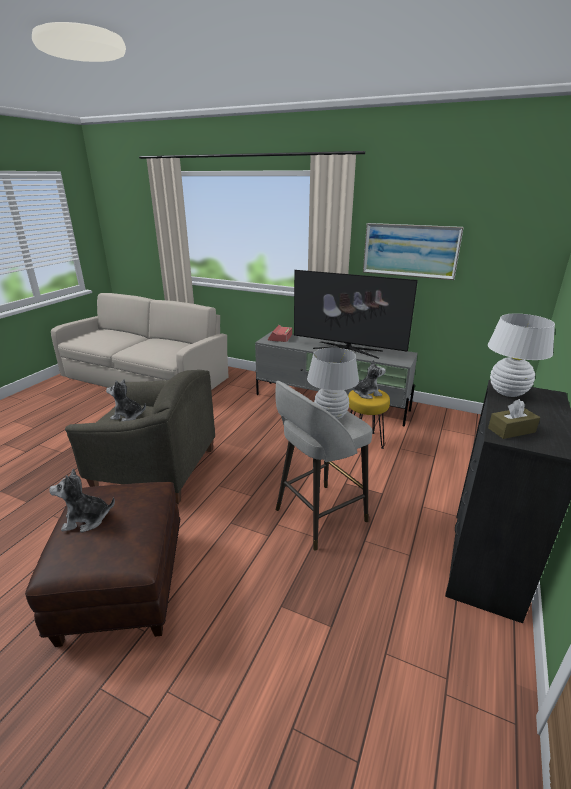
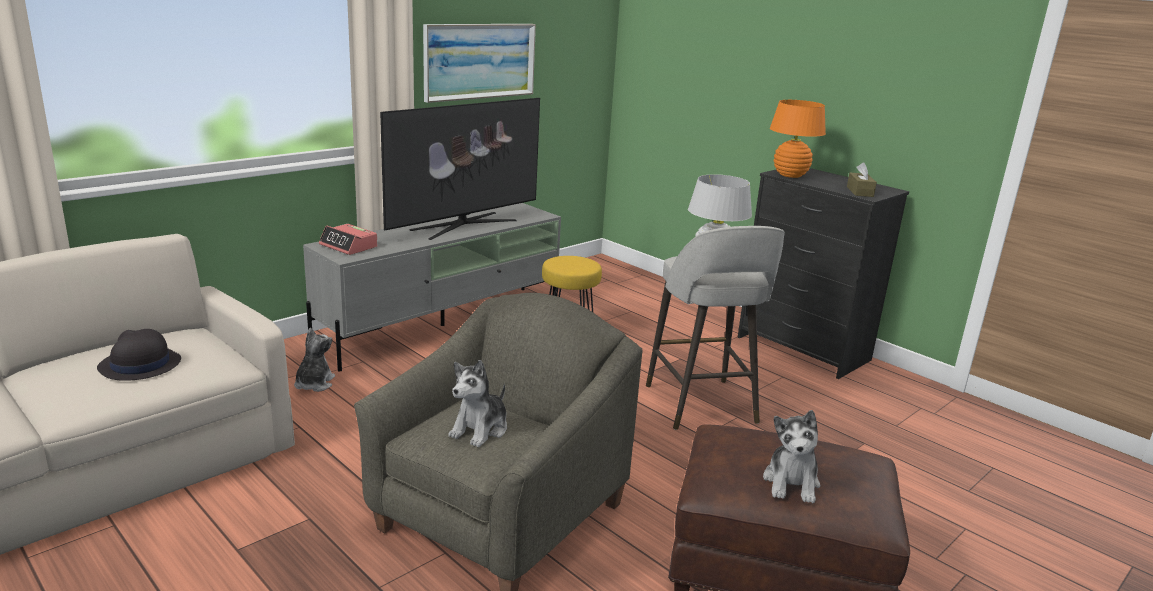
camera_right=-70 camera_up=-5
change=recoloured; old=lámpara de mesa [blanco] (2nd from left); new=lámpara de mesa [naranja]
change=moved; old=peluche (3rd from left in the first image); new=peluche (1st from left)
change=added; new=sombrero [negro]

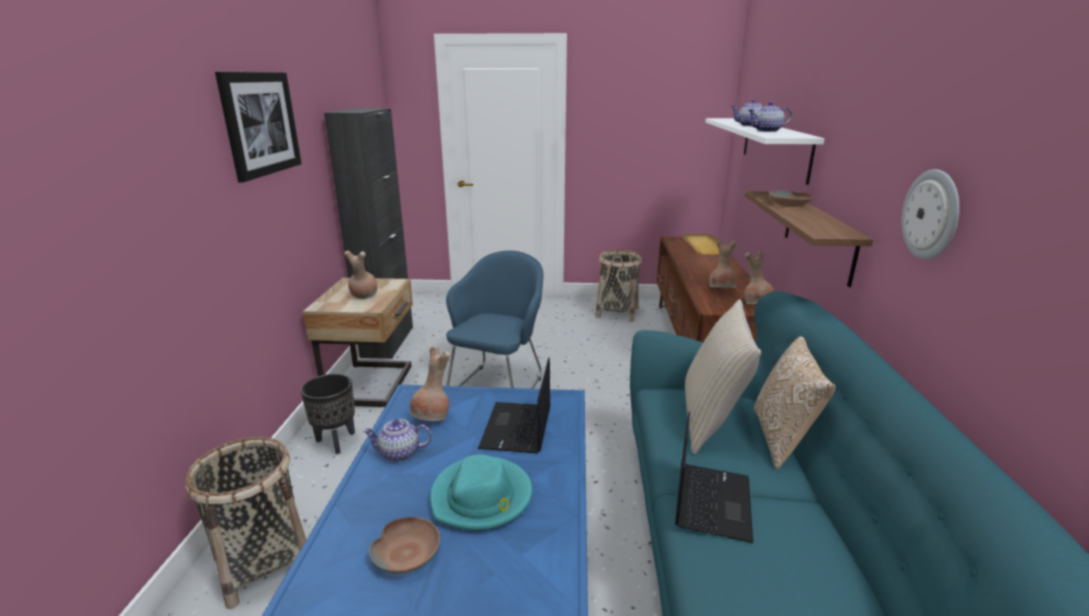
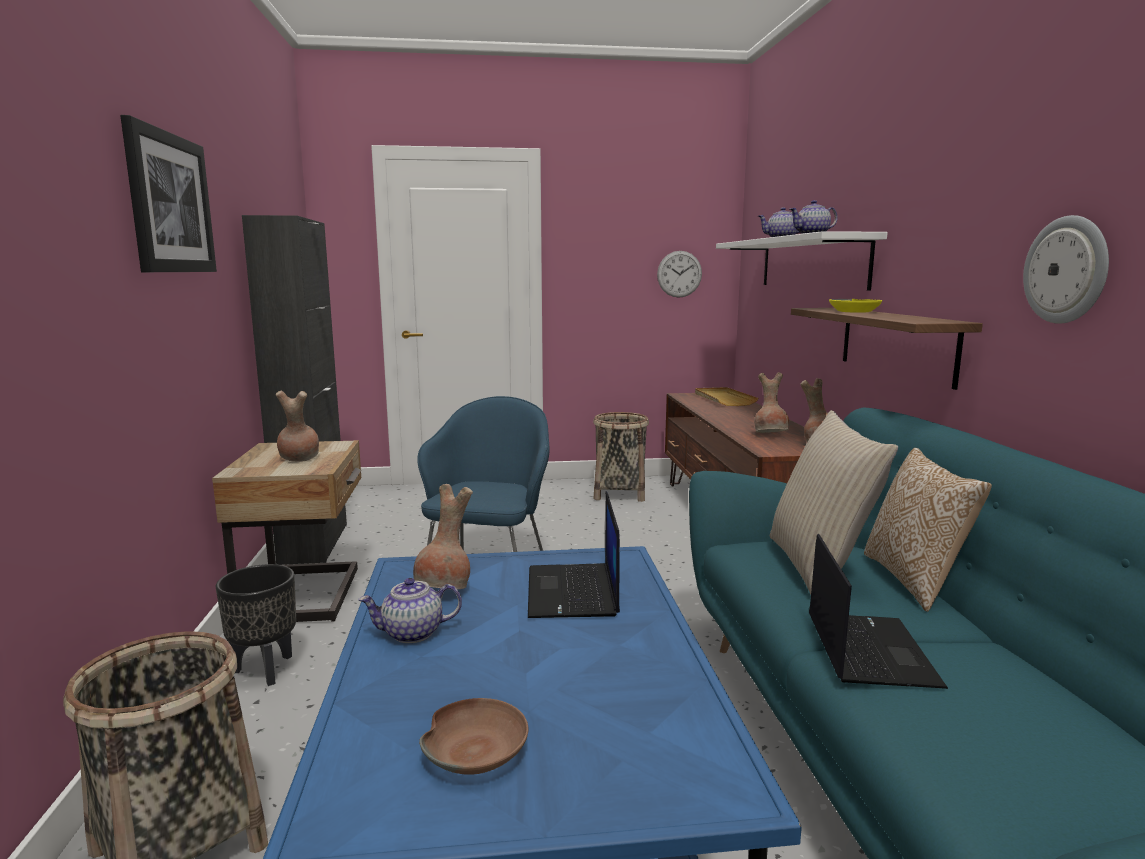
camera_right=-10 camera_up=-10
change=recoloured; old=cuenco [marrón] (2nd from left); new=cuenco [amarillo]
change=removed; old=sombrero [turquesa]
change=added; new=reloj de pared (1st from left)

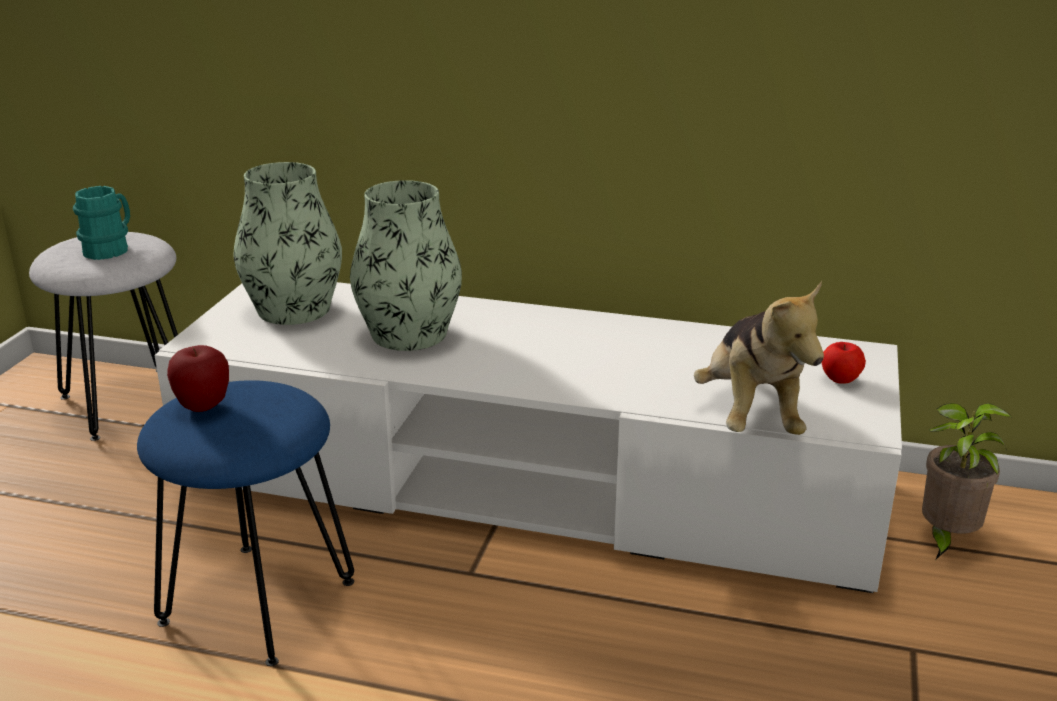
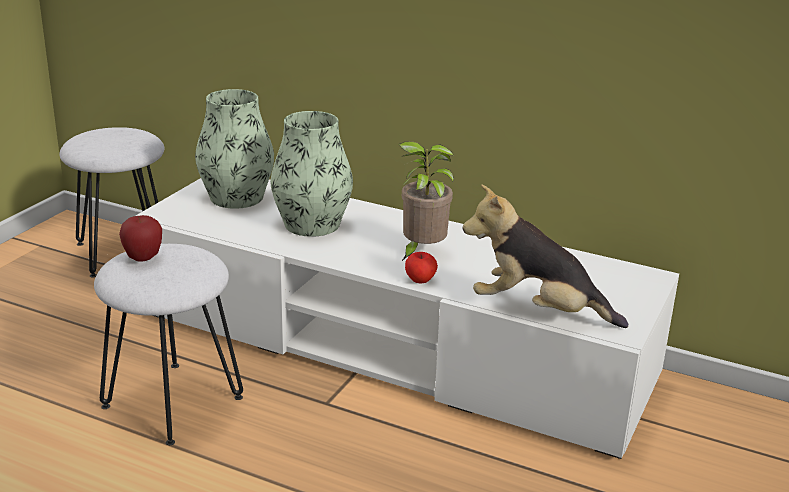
camera_right=10 camera_up=0
change=removed; old=taza grande [turquesa]
change=turned; old=peluche; degrees=105
change=moved; old=manzana (2nd from left)
change=recoloured; old=taburete [azul]; new=taburete [blanco] (2nd from left)
change=moved; old=planta en maceta

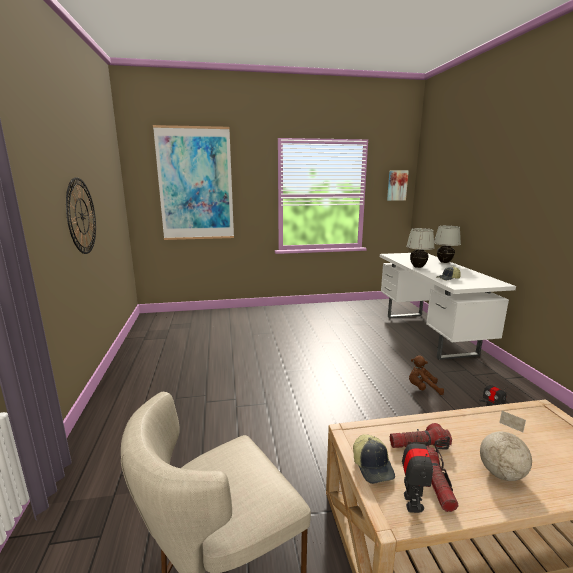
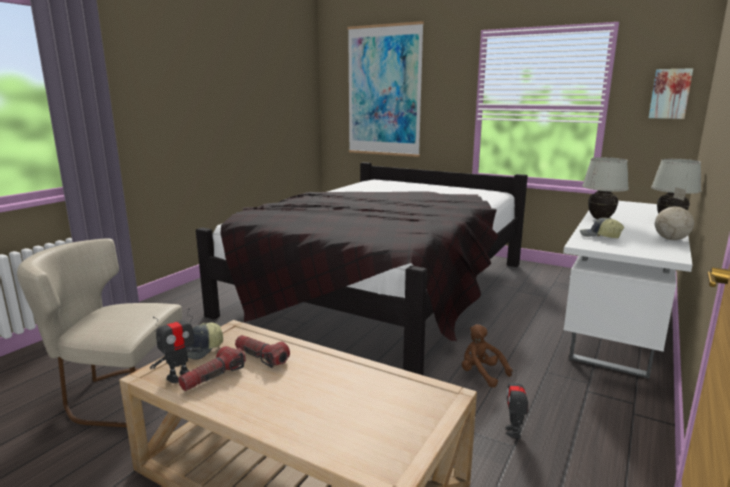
camera_right=40 camera_up=0
change=removed; old=reloj de pared
change=moved; old=globo terráqueo
change=added; new=cama [negro]

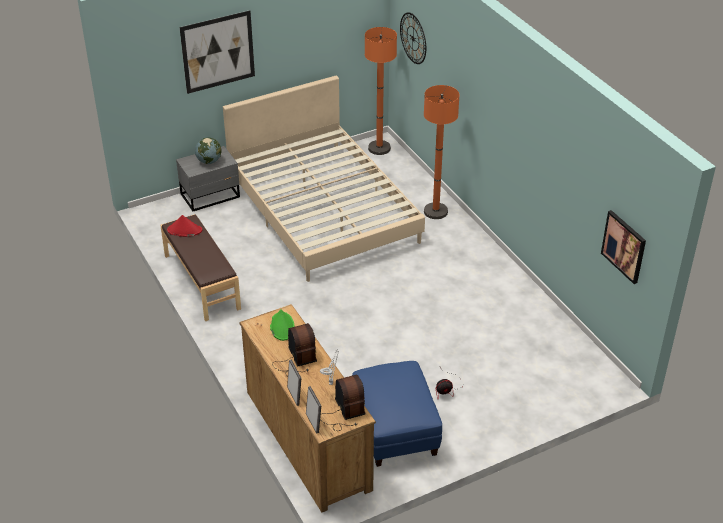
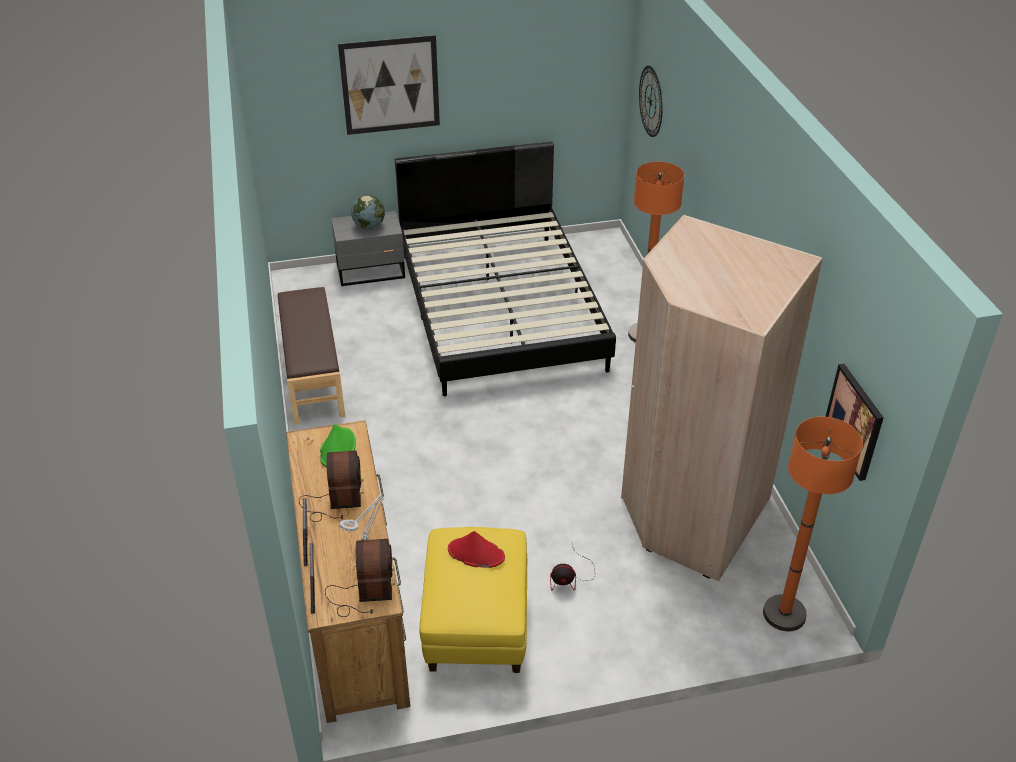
camera_right=15 camera_up=0
change=moved; old=lámpara de pie [naranja] (1st from left in the first image); new=lámpara de pie [naranja] (2nd from left)
change=recoloured; old=cama [beis]; new=cama [negro]
change=moved; old=sombrero [rojo]
change=recoloured; old=puf [azul]; new=puf [amarillo]
change=added; new=armario ropero [beis]

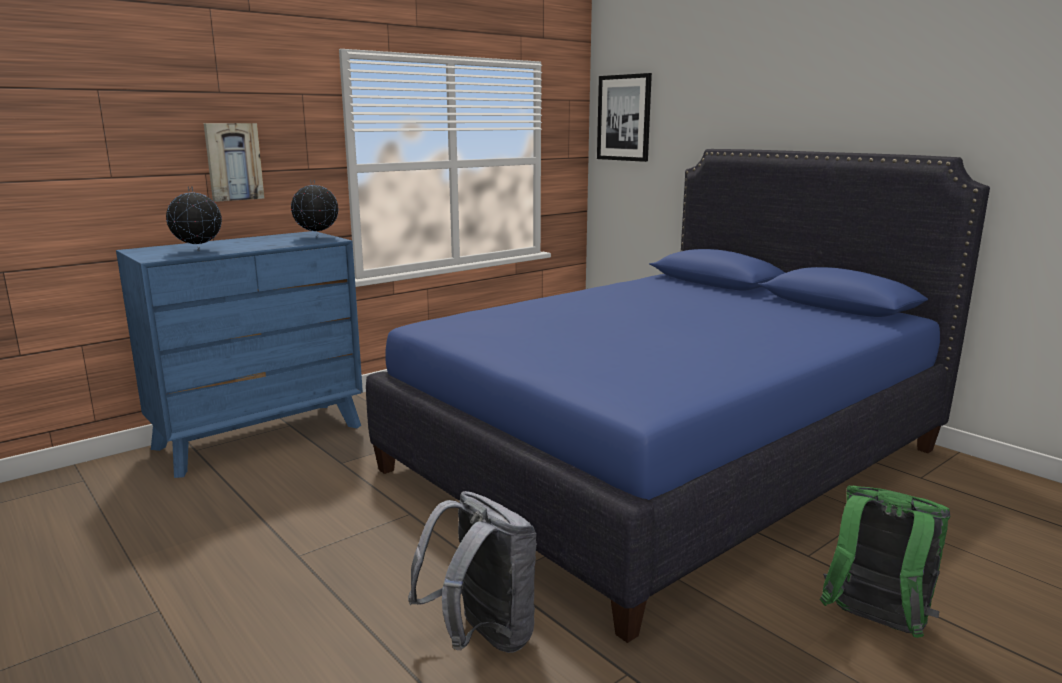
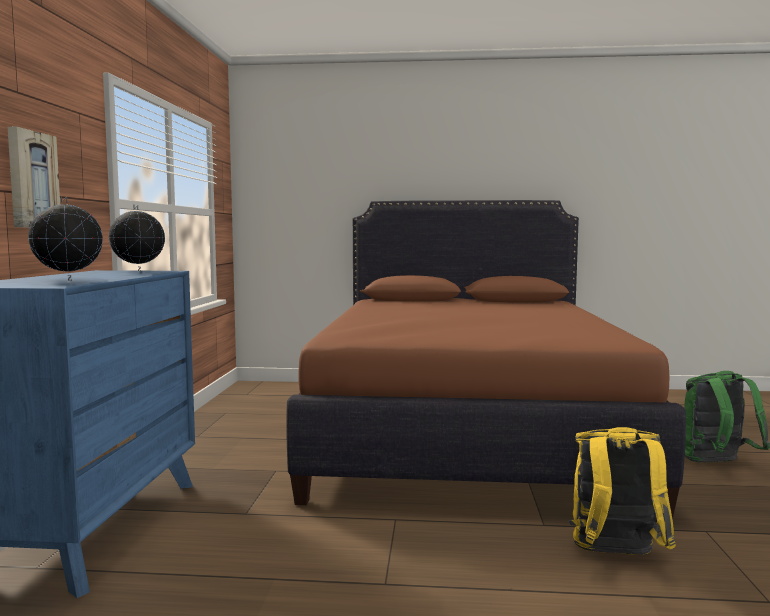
camera_right=-45 camera_up=-10
change=removed; old=cuadro (2nd from left)
change=recoloured; old=cama [azul]; new=cama [marrón]
change=recoloured; old=mochila [gris]; new=mochila [amarillo]

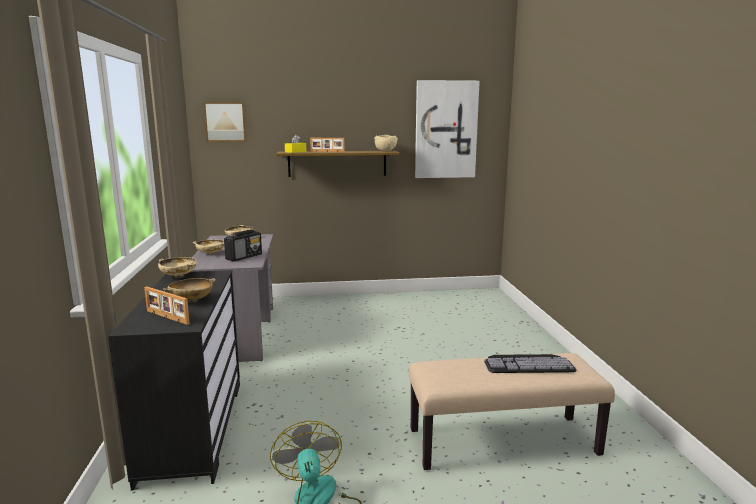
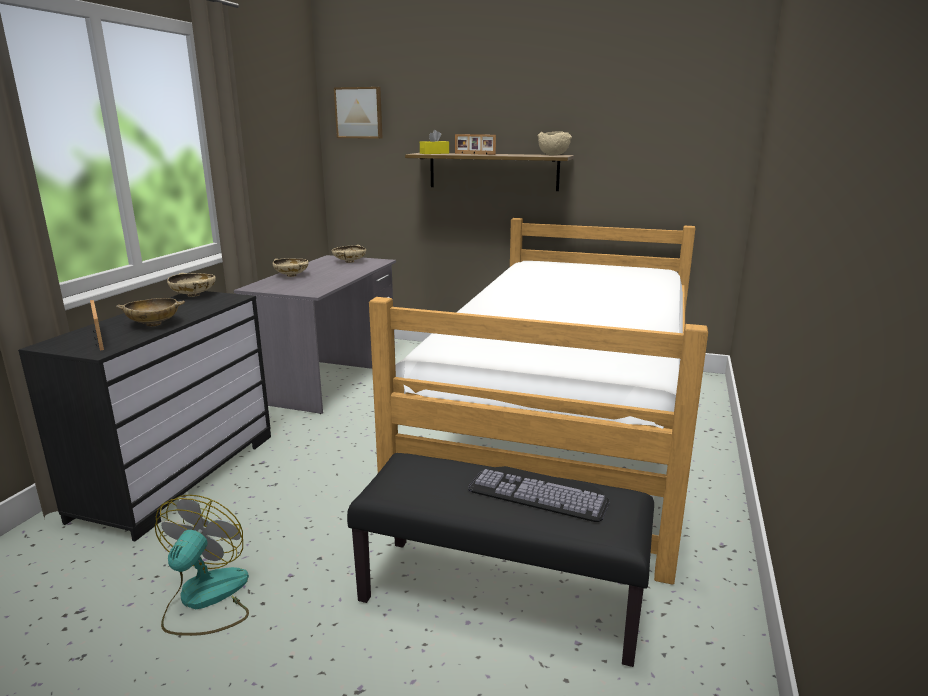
camera_right=25 camera_up=5
change=removed; old=cuadro (2nd from left)
change=removed; old=radio
change=recoloured; old=banco [beis]; new=banco [negro]
change=added; new=cama

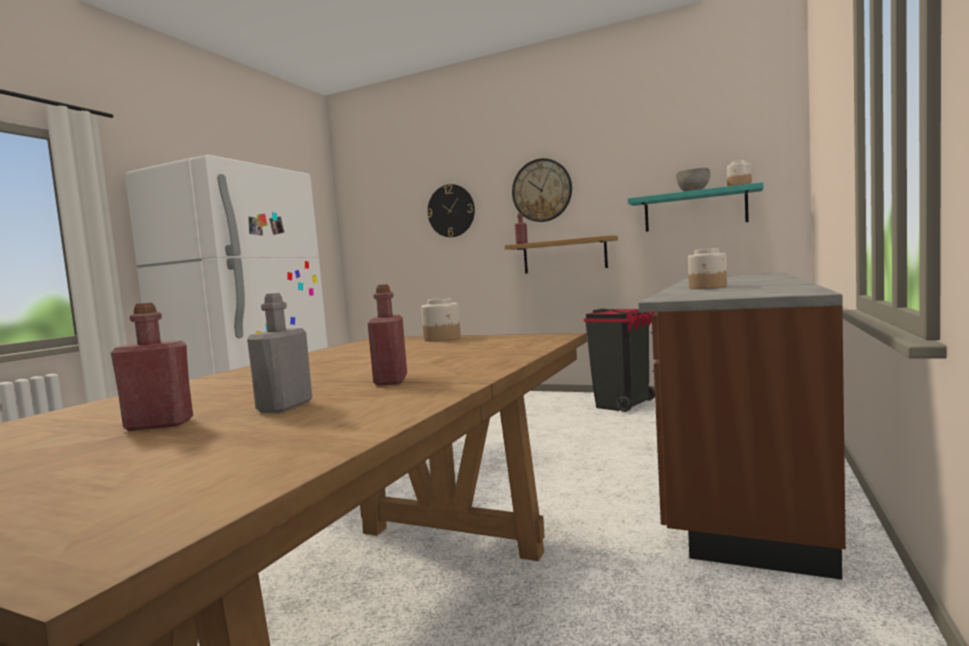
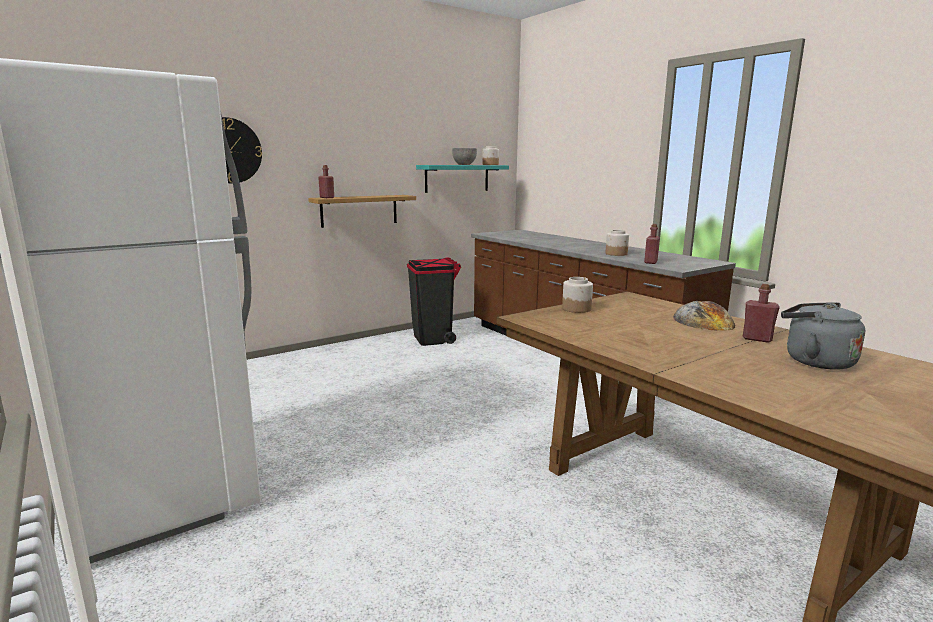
camera_right=-60 camera_up=10
change=removed; old=reloj de pared (2nd from left)
change=replaced; old=botella [gris]; new=hervidor [gris]
change=moved; old=botella [rojo] (1st from left in the first image); new=botella [rojo] (2nd from left)
change=added; new=pan

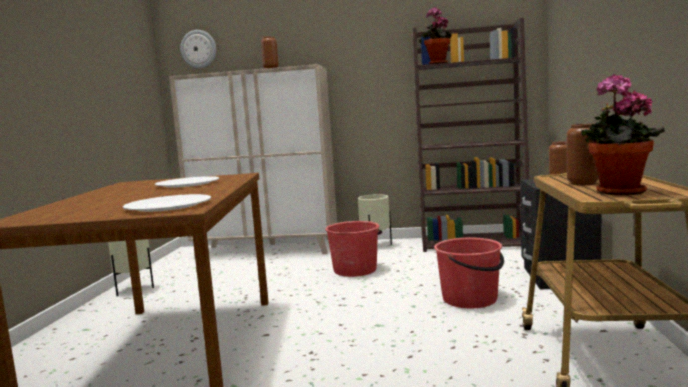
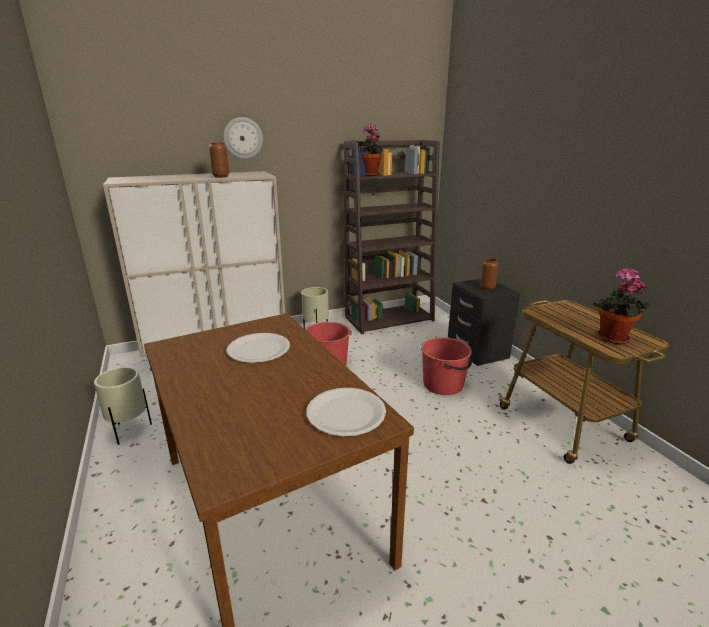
camera_right=-30 camera_up=15
change=moved; old=reloj de pared
change=removed; old=florero [marrón] (3rd from left)

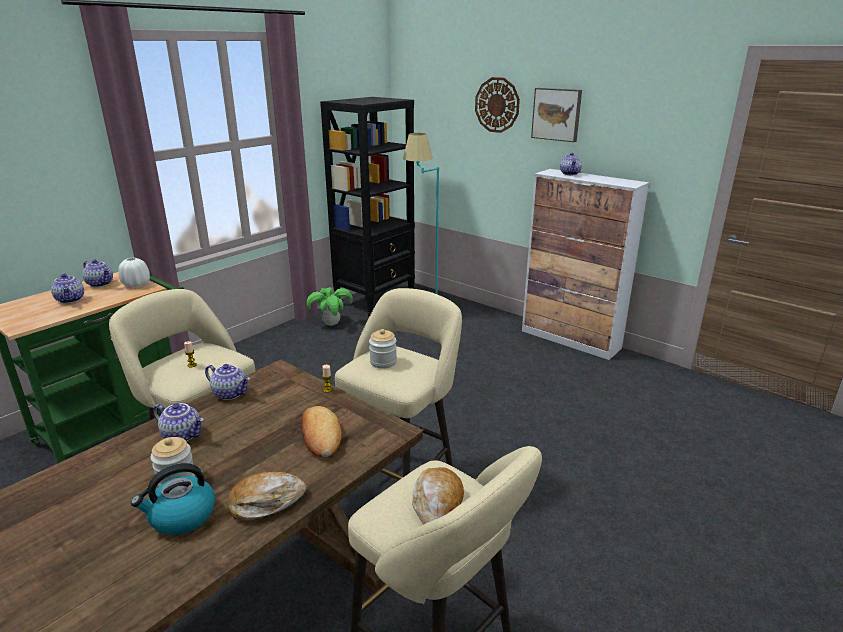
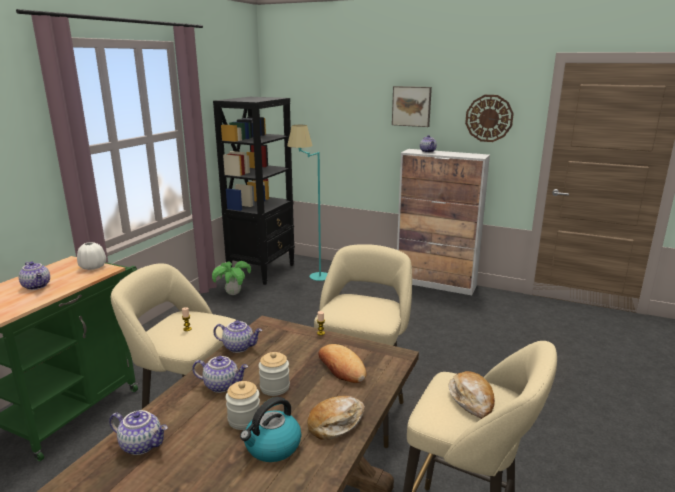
camera_right=-15 camera_up=-5
change=moved; old=reloj de pared
change=moved; old=tetera (2nd from left)
change=moved; old=tarro (2nd from left)

